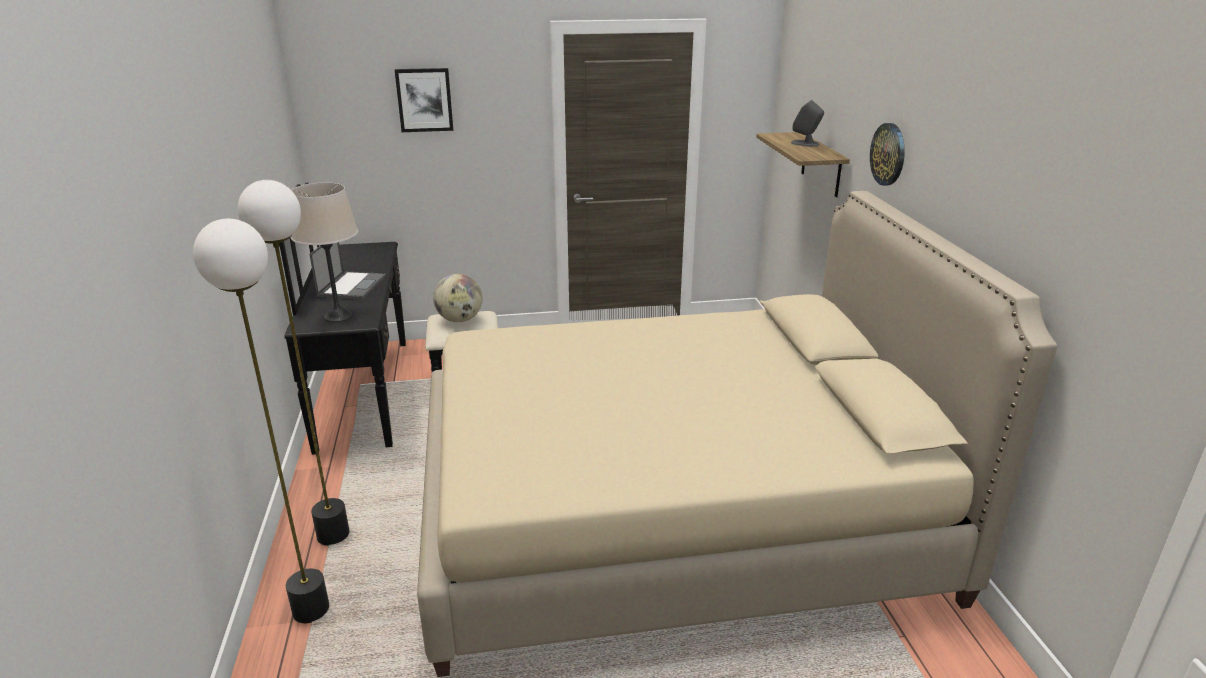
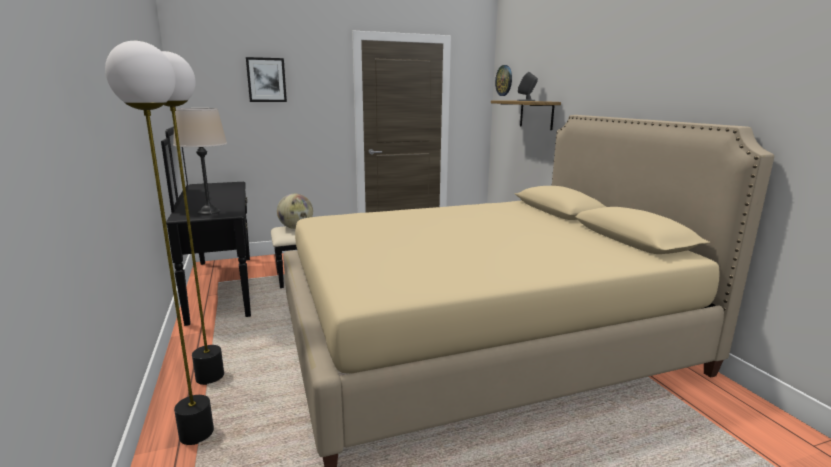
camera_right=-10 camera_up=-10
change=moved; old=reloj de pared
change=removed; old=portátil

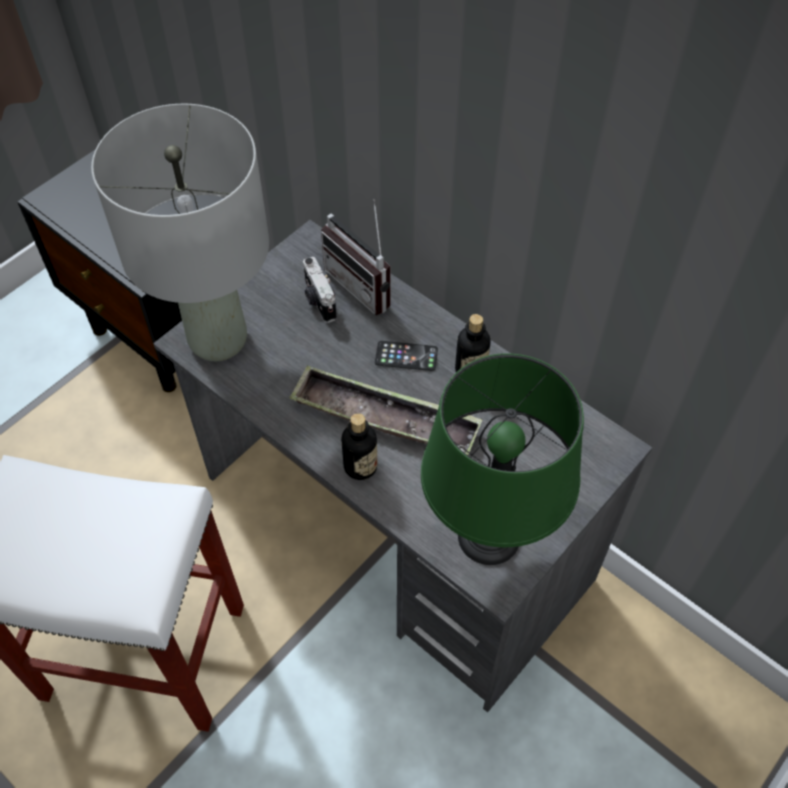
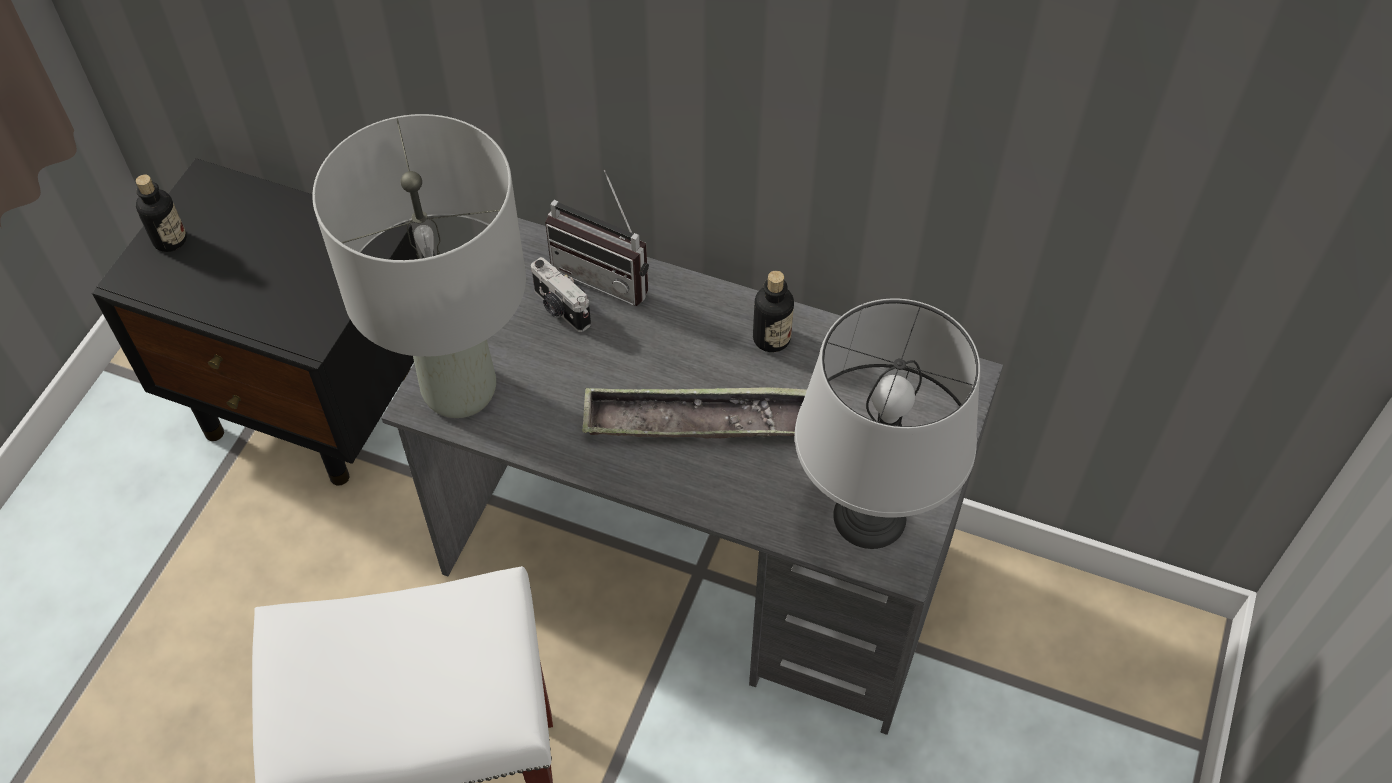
camera_right=-20 camera_up=0
change=removed; old=móvil
change=recoloured; old=lámpara de mesa [verde]; new=lámpara de mesa [gris] (2nd from left)
change=moved; old=botella (1st from left)

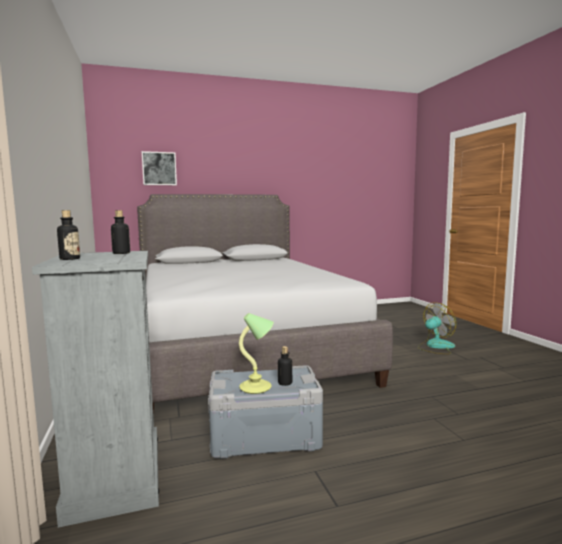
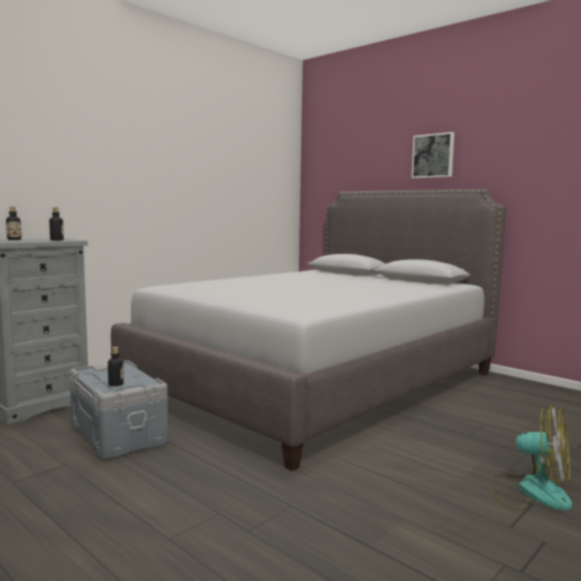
camera_right=60 camera_up=0
change=moved; old=cuadro
change=removed; old=lámpara de mesa

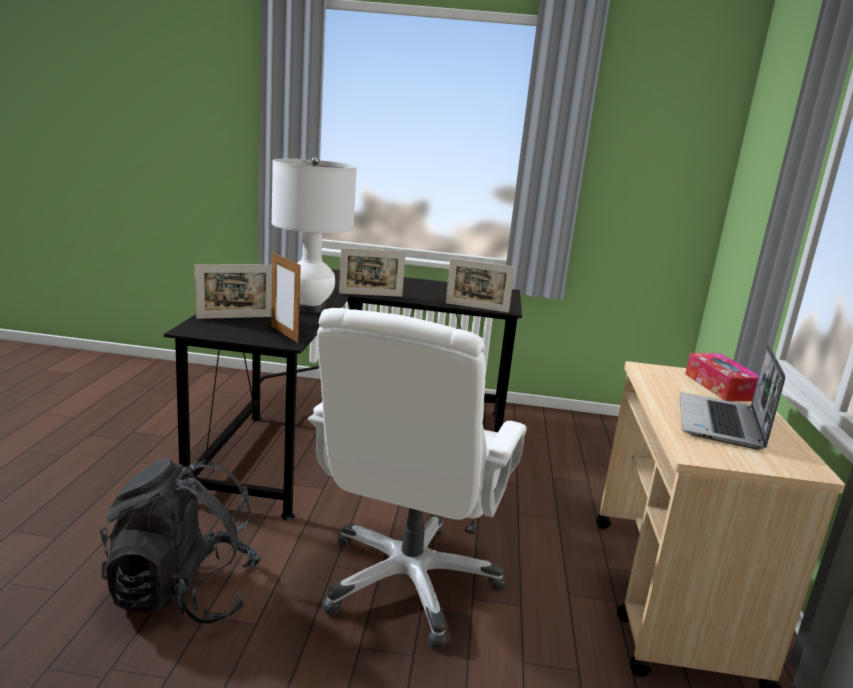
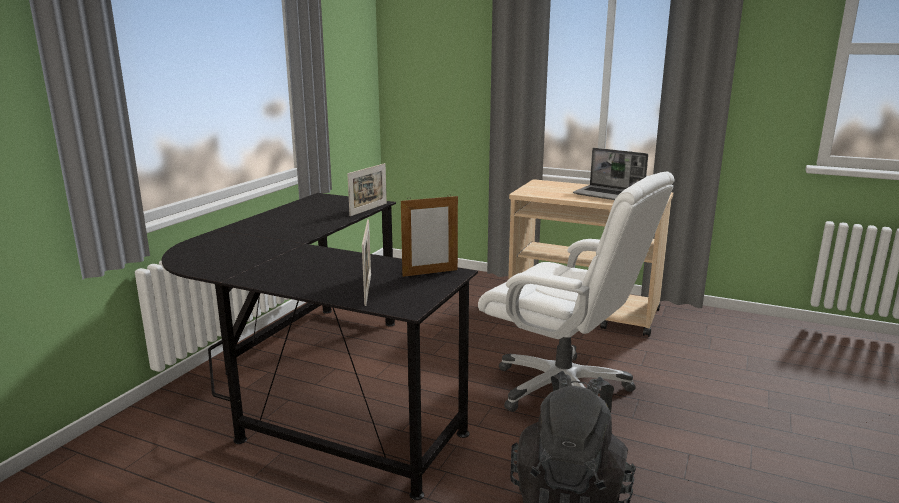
camera_right=-70 camera_up=0
change=removed; old=lámpara de mesa [blanco]
change=removed; old=portarretratos (3rd from left)
change=removed; old=caja de pañuelos

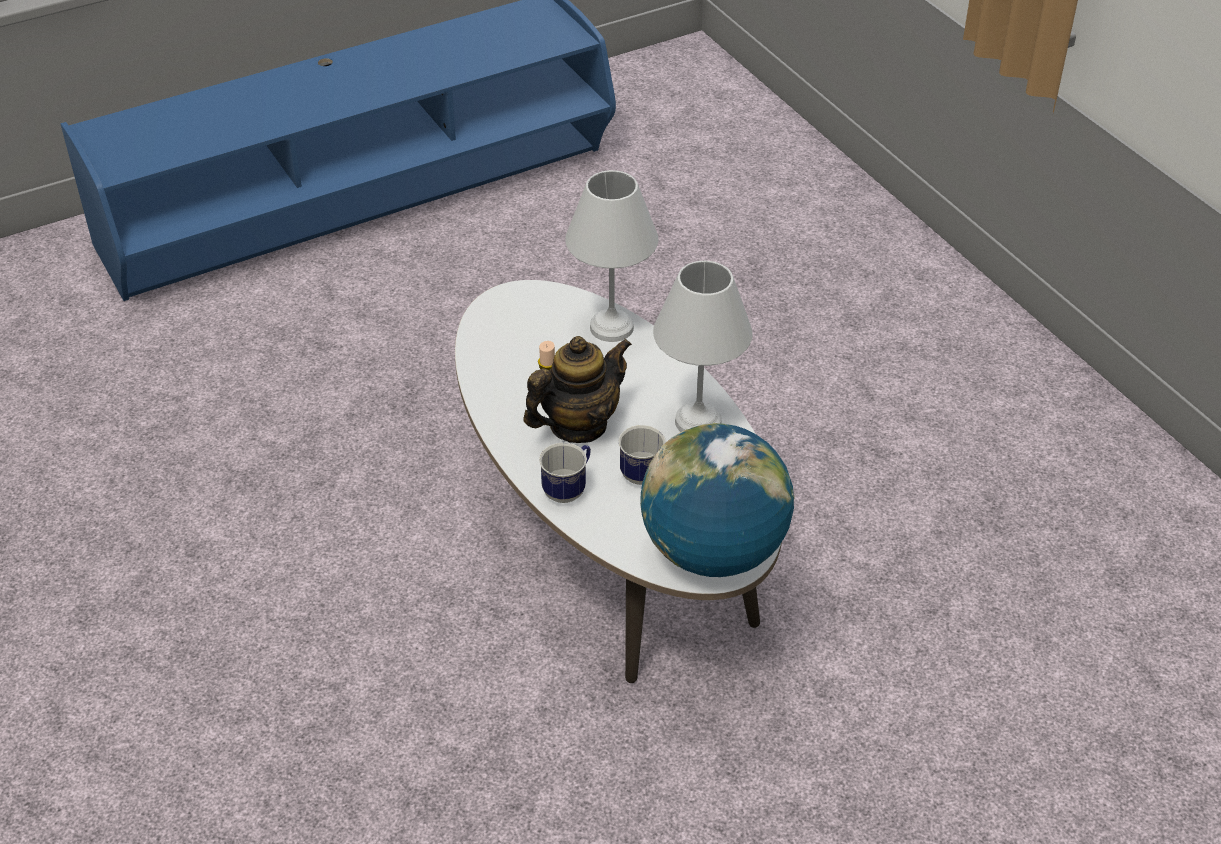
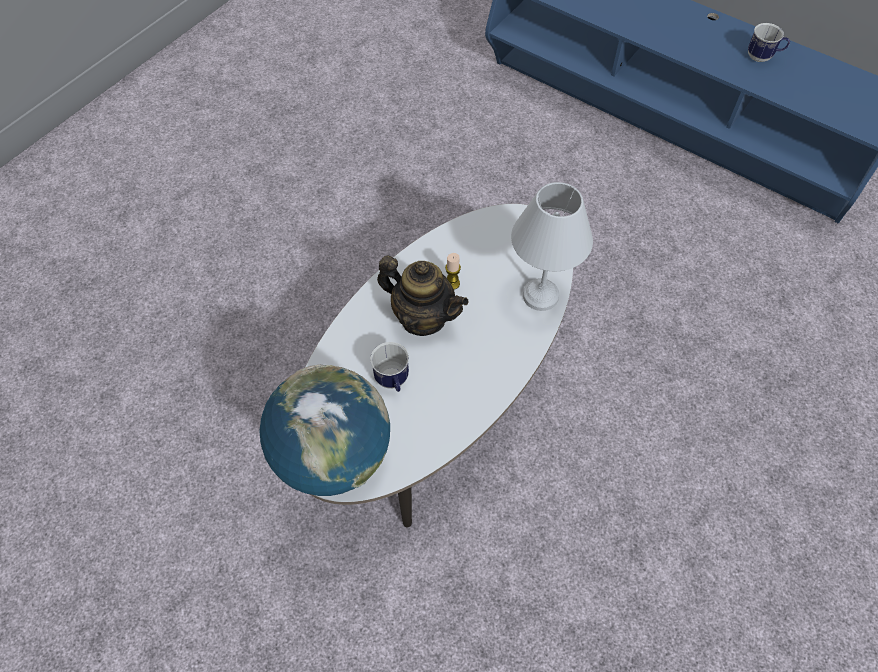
camera_right=65 camera_up=15
change=removed; old=lámpara de mesa [blanco] (2nd from left)
change=moved; old=taza grande (1st from left in the first image); new=taza grande (2nd from left)

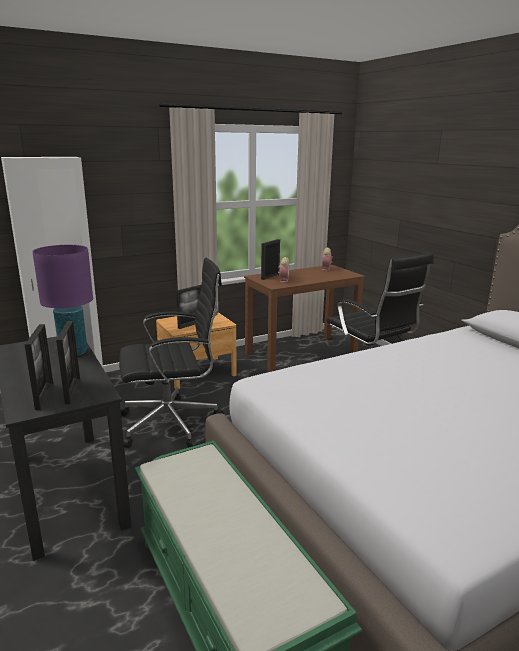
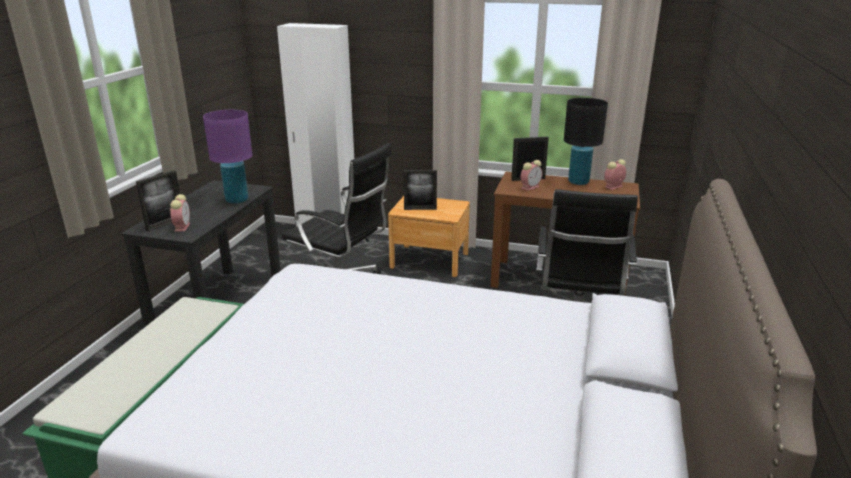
camera_right=45 camera_up=5
change=replaced; old=portarretratos (2nd from left); new=despertador (1st from left)
change=added; new=lámpara de mesa [negro]

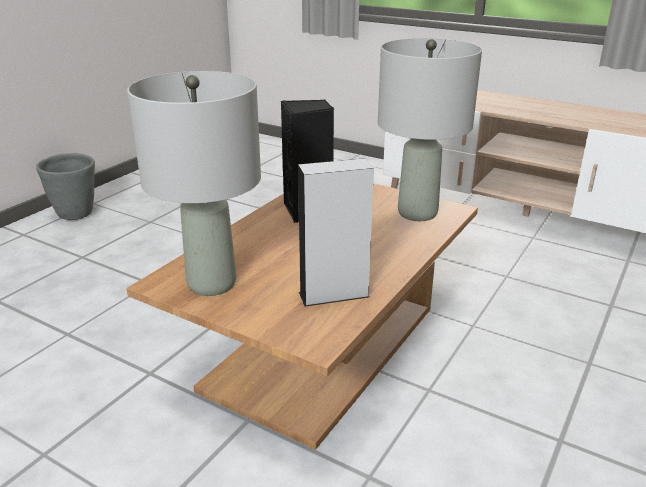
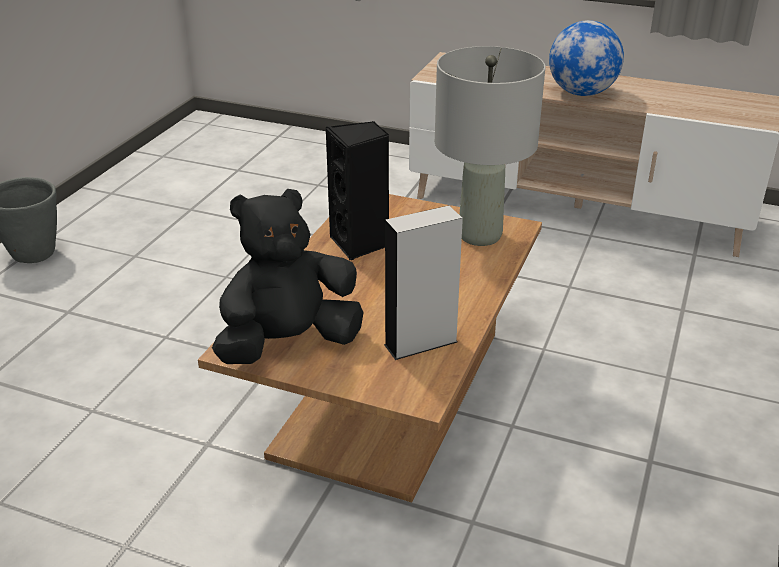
camera_right=-10 camera_up=5
change=replaced; old=lámpara de mesa [gris] (1st from left); new=peluche [negro]
change=added; new=globo terráqueo

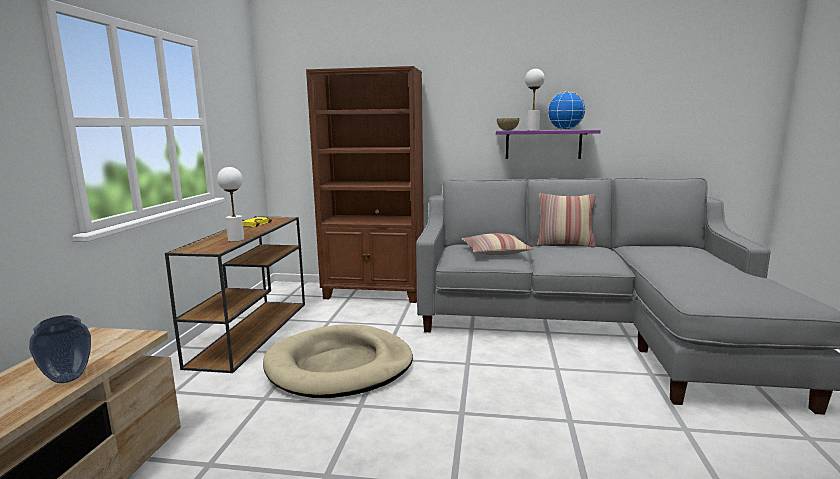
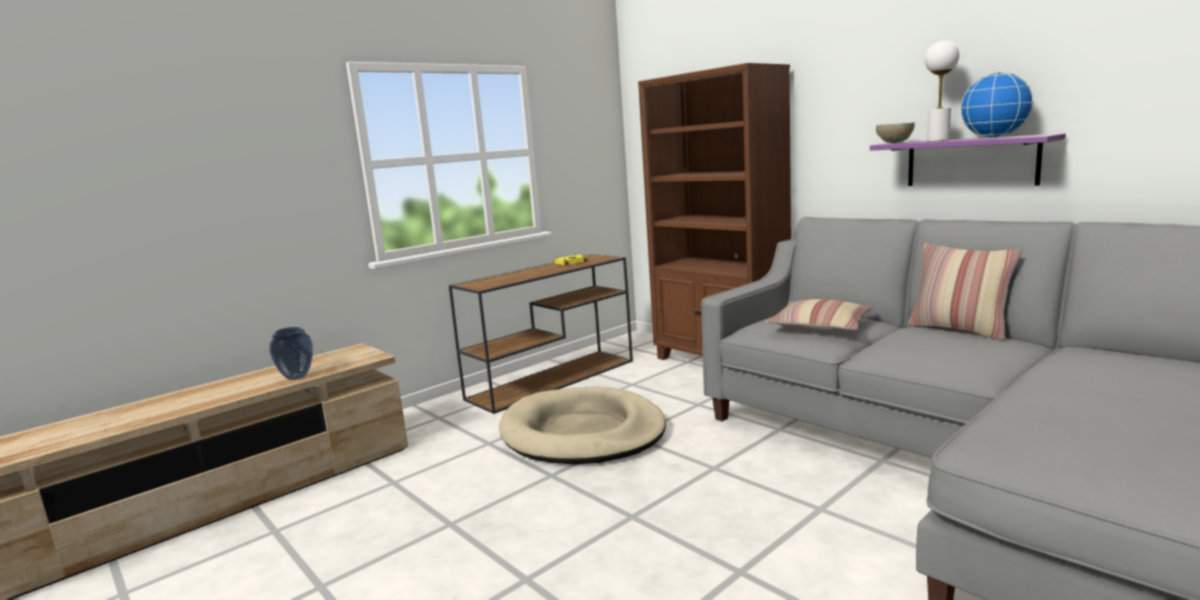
camera_right=40 camera_up=0
change=removed; old=lámpara de mesa [blanco] (1st from left)

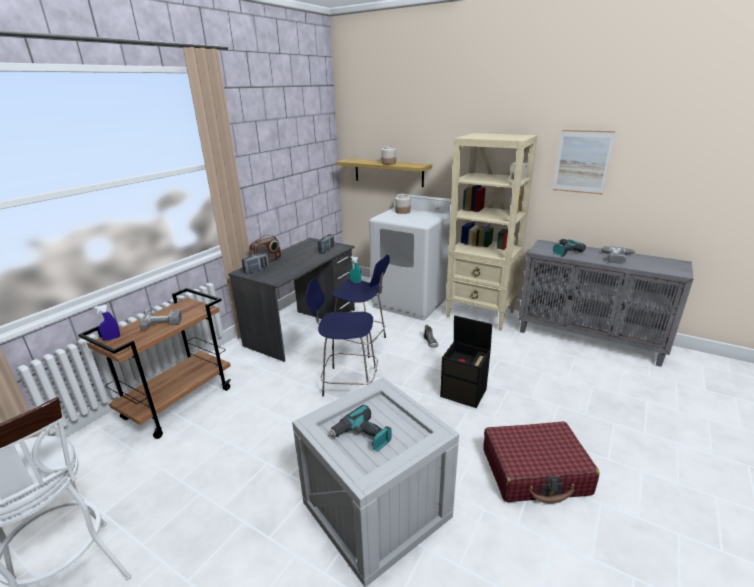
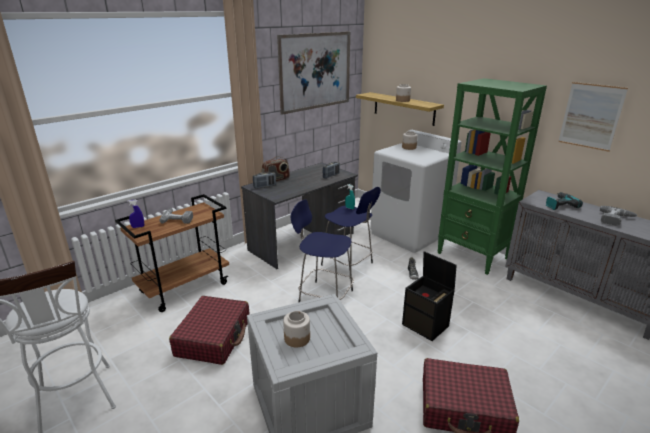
camera_right=15 camera_up=0
change=recoloured; old=estantería [beis]; new=estantería [verde]
change=replaced; old=taladro (2nd from left); new=tarro (1st from left)
change=added; new=cuadro (1st from left)
change=added; new=maleta [rojo] (1st from left)

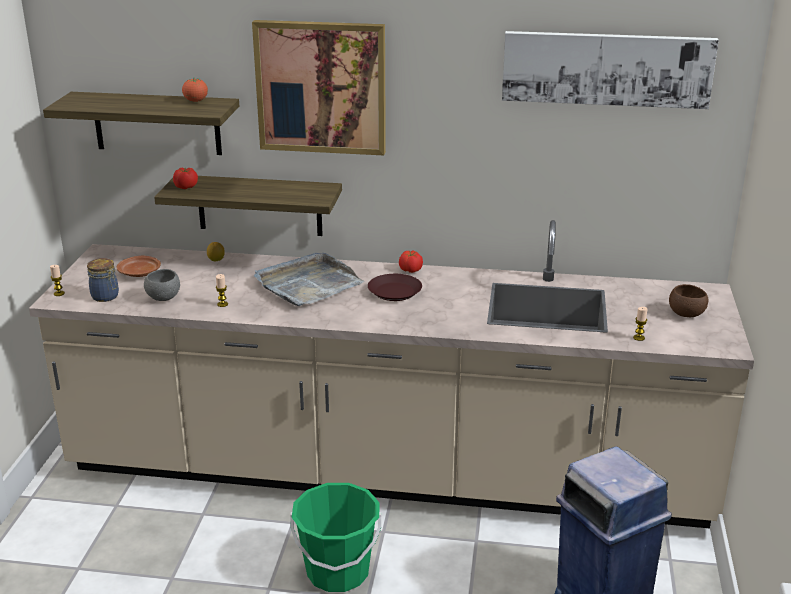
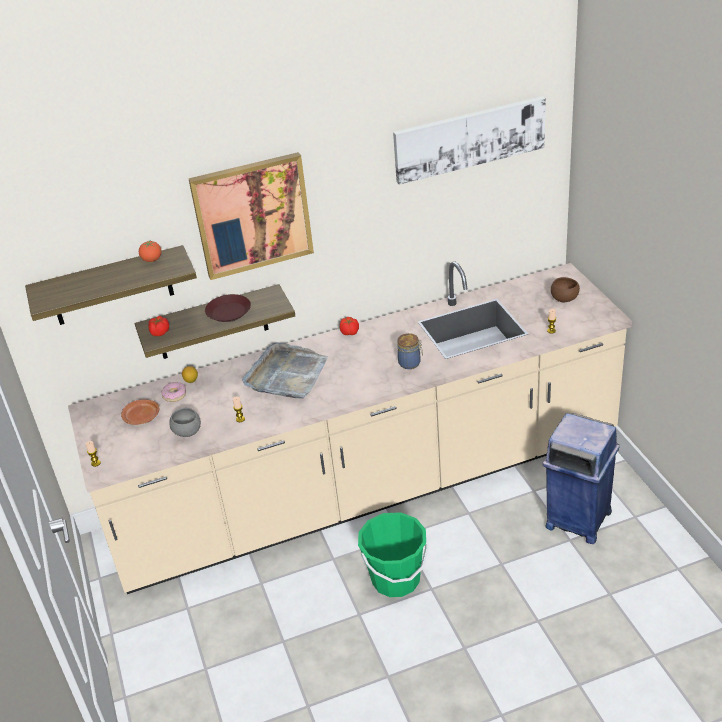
camera_right=-25 camera_up=10
change=moved; old=tarro
change=moved; old=plato [marrón] (2nd from left)
change=added; new=rosquilla

